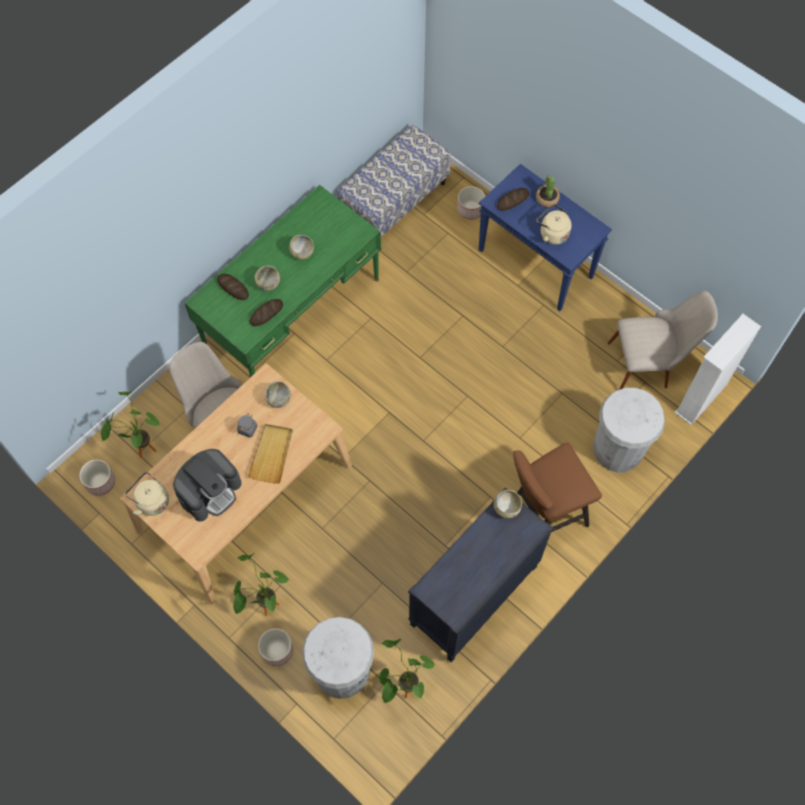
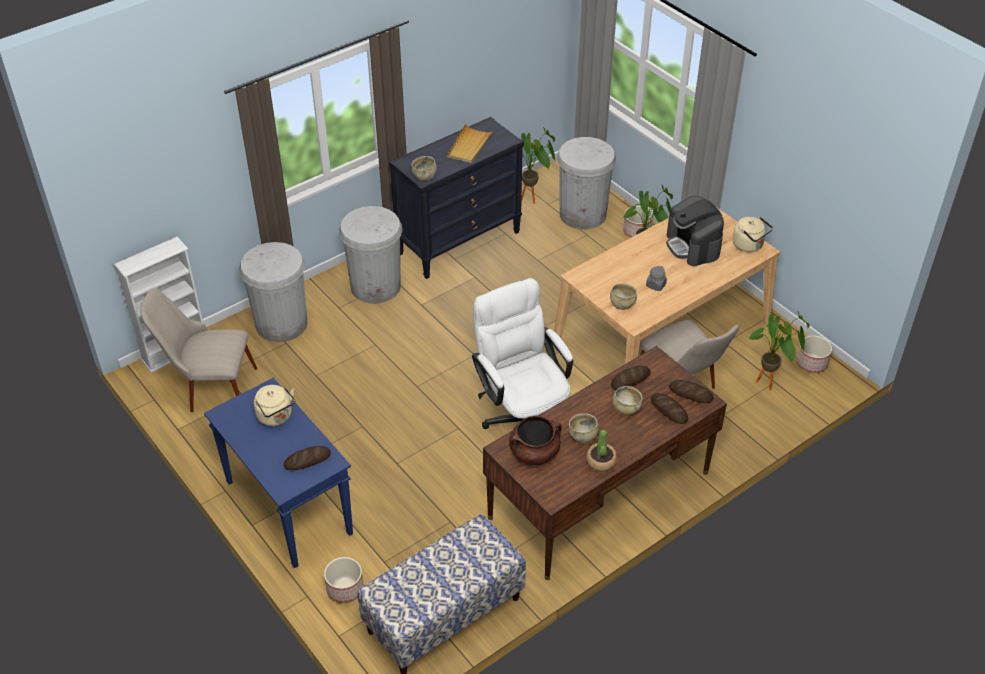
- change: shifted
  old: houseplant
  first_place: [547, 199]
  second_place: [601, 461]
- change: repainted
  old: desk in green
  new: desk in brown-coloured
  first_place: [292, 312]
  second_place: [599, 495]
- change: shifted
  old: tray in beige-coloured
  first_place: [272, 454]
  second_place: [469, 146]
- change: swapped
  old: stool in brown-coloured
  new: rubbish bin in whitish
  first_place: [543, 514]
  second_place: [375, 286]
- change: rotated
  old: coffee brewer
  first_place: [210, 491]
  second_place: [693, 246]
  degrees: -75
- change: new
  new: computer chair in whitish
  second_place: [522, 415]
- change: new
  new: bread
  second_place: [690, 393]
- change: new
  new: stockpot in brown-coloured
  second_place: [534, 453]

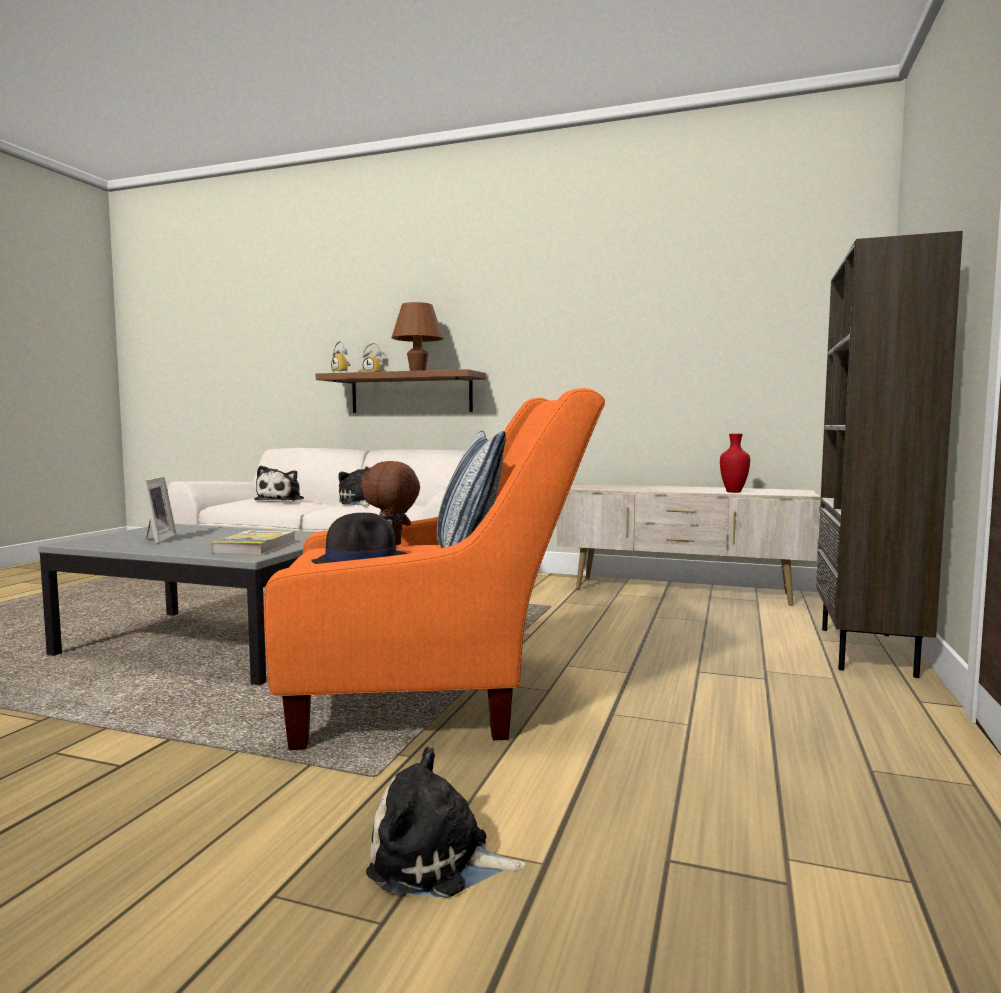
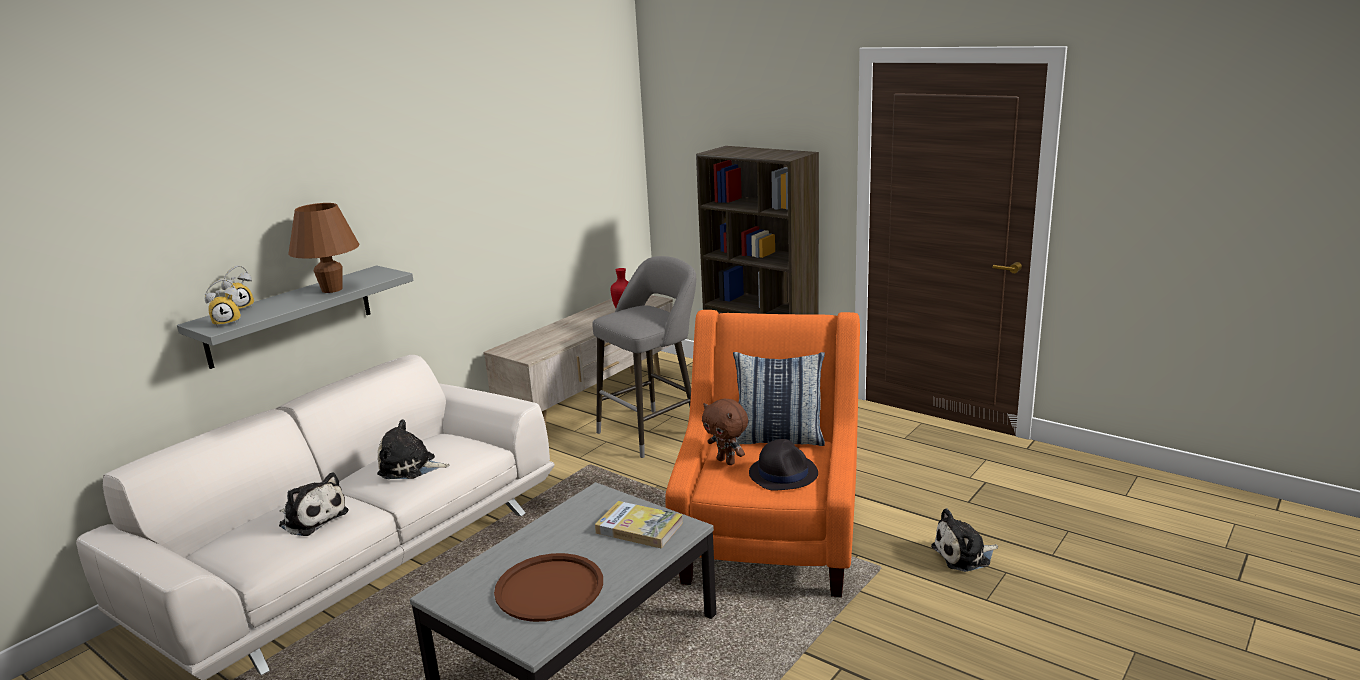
- change: repainted
  old: bracket shelf in brown-coloured
  new: bracket shelf in grey
  first_place: [411, 393]
  second_place: [290, 316]
- change: swapped
  old: photo frame
  new: tray in brown-coloured
  first_place: [156, 539]
  second_place: [549, 588]
- change: rotated
  old: soft toy
  first_place: [437, 861]
  second_place: [964, 555]
  degrees: 45
- change: new
  new: stool in grey
  second_place: [653, 431]

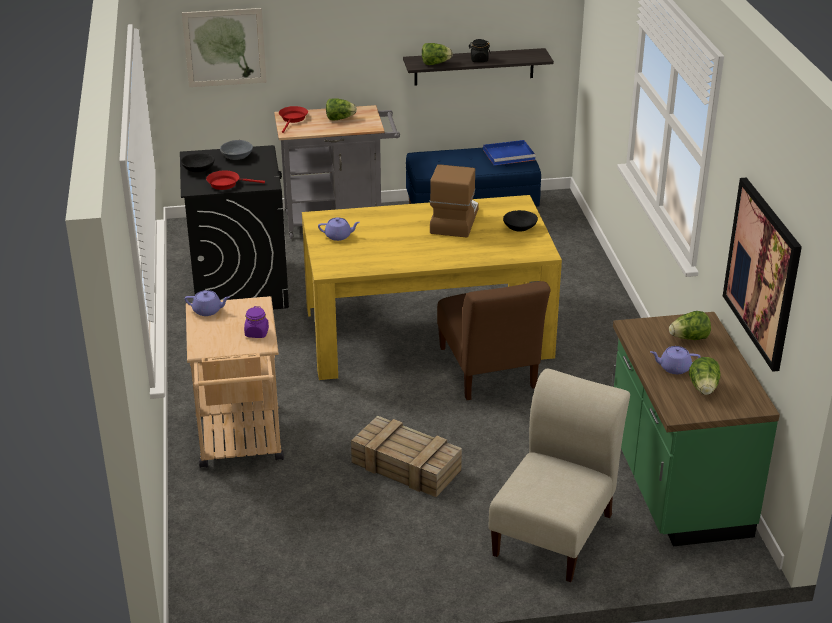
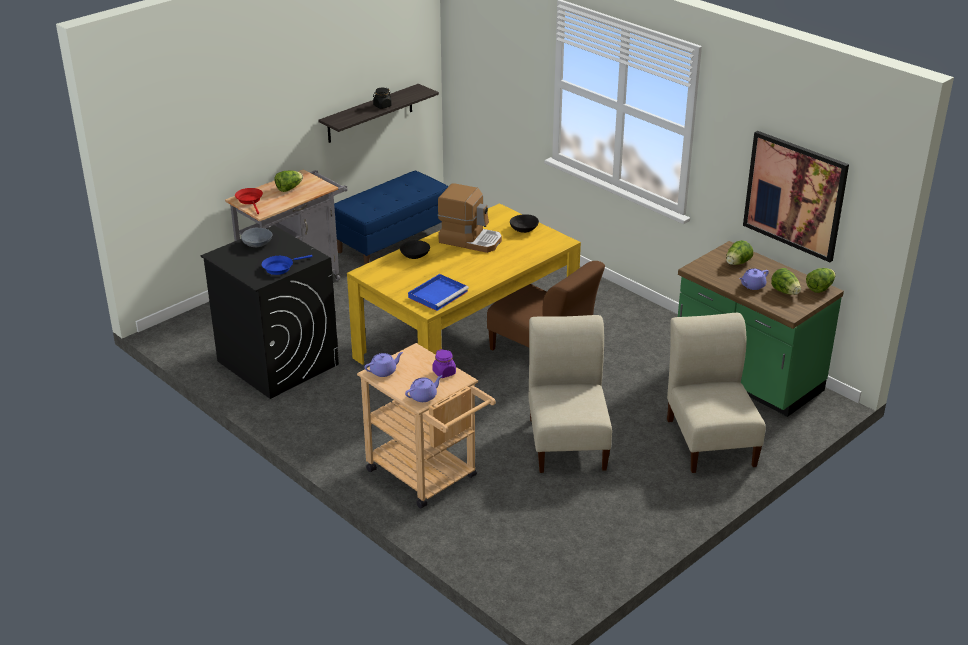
- change: gone
  old: picture
  first_place: [224, 47]
- change: shifted
  old: lettuce head
  first_place: [435, 63]
  second_place: [820, 288]
- change: shifted
  old: tray in blue
  first_place: [510, 154]
  second_place: [438, 294]
- change: shifted
  old: deep dish in black-coloured
  first_place: [198, 169]
  second_place: [415, 256]
- change: rotated
  old: coffee brewer
  first_place: [453, 220]
  second_place: [470, 240]
  degrees: 135
- change: repainted
  old: frying pan in red
  new: frying pan in blue
  first_place: [226, 184]
  second_place: [280, 268]
- change: shifted
  old: teapot in purple
  first_place: [339, 236]
  second_place: [424, 396]
- change: swapped
  old: crate
  new: plain chair in beige-coloured
  first_place: [408, 466]
  second_place: [568, 441]

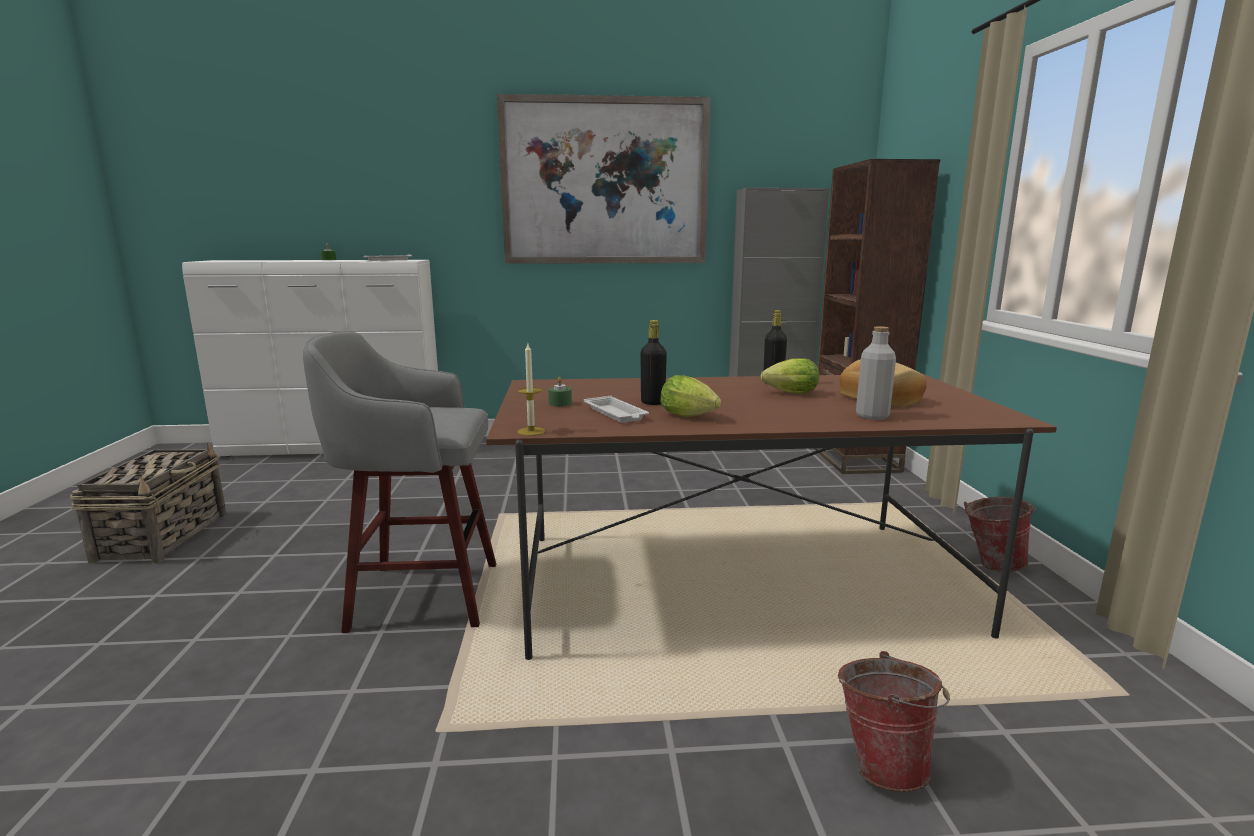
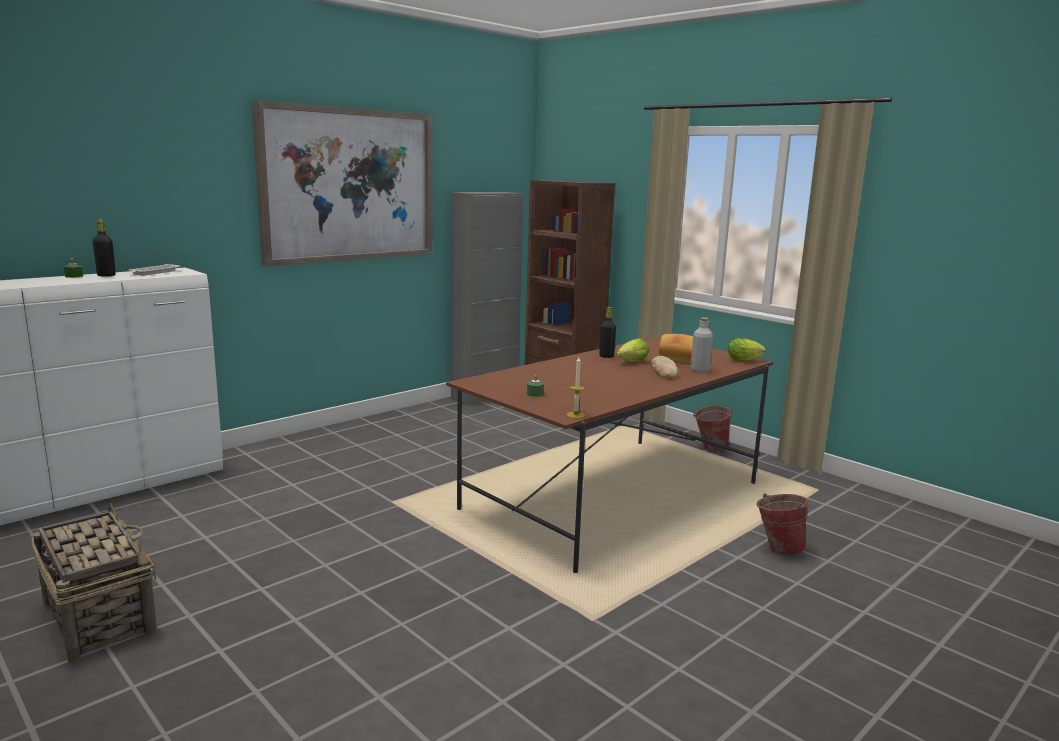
- change: shifted
  old: bottle in black-coloured
  first_place: [653, 402]
  second_place: [106, 275]
- change: gone
  old: stool in grey
  first_place: [420, 595]
- change: shifted
  old: lettuce head
  first_place: [691, 417]
  second_place: [745, 360]
- change: gone
  old: tray in whitish
  first_place: [616, 414]
- change: new
  new: bread
  second_place: [664, 371]

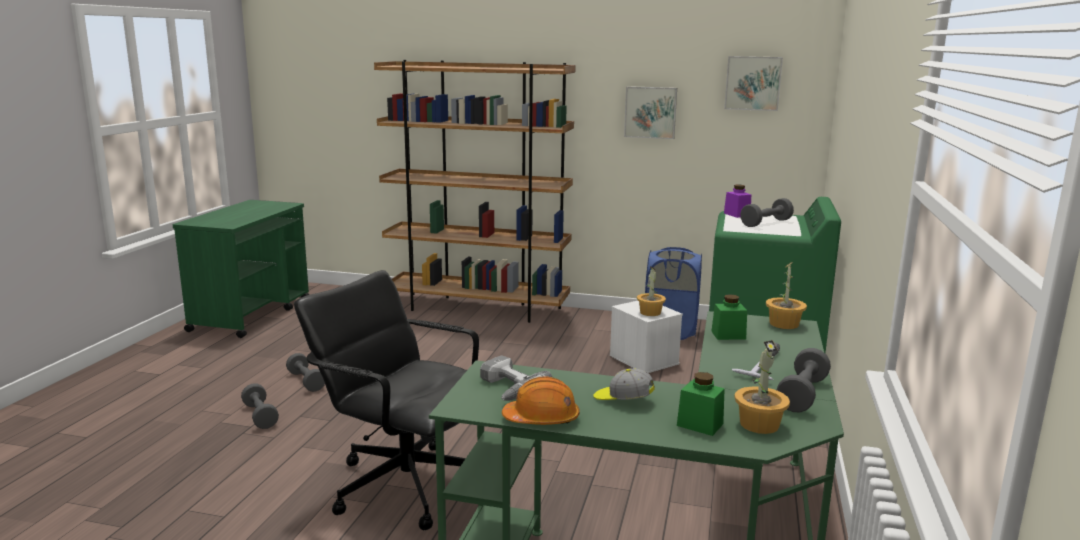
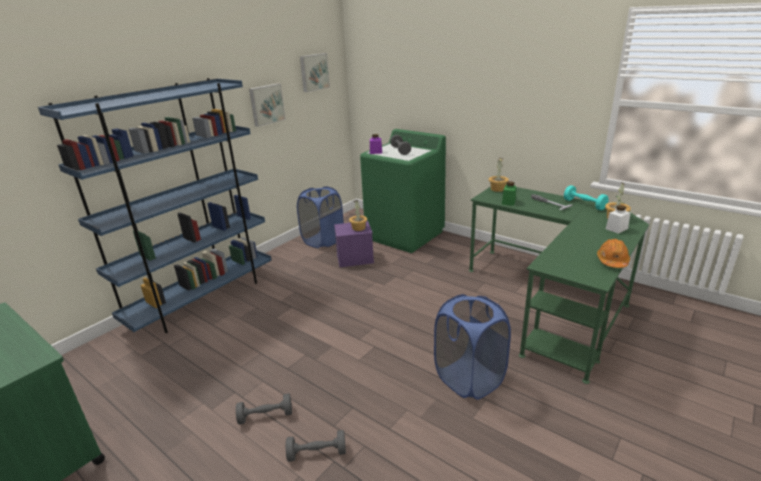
- change: repainted
  old: shelving unit in brown-coloured
  new: shelving unit in blue
  first_place: [478, 308]
  second_place: [203, 299]
- change: swapped
  old: computer chair in black-coloured
  new: hamper in blue
  first_place: [407, 485]
  second_place: [469, 379]
- change: repainted
  old: storage container in whitish
  new: storage container in purple
  first_place: [642, 359]
  second_place: [354, 258]
- change: repainted
  old: free weight in grey
  new: free weight in blue-green
  first_place: [802, 395]
  second_place: [584, 204]
- change: gone
  old: electric drill
  first_place: [507, 388]
- change: gone
  old: cap
  first_place: [623, 399]
- change: repainted
  old: preserve jar in green
  new: preserve jar in whitish
  first_place: [700, 424]
  second_place: [616, 229]

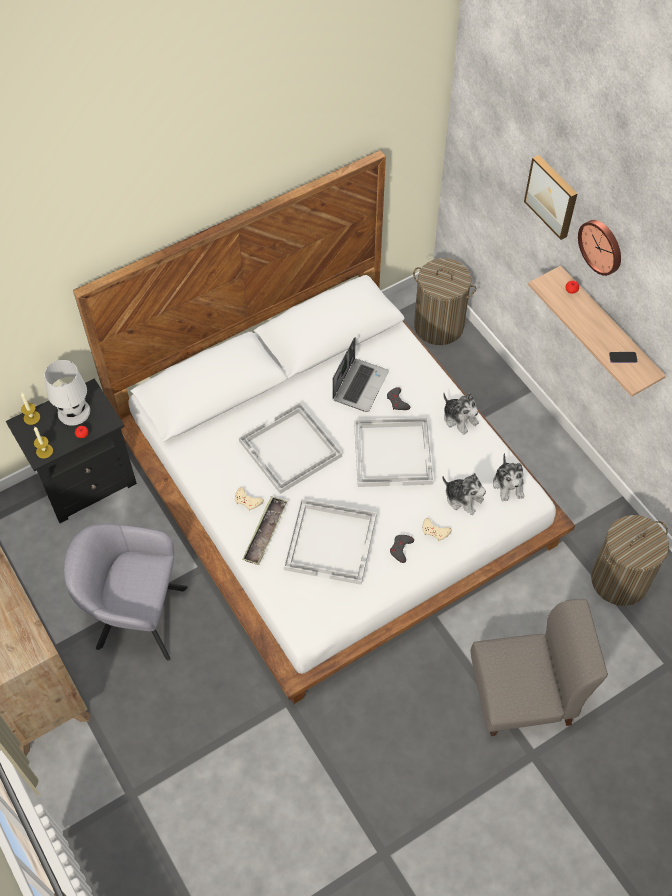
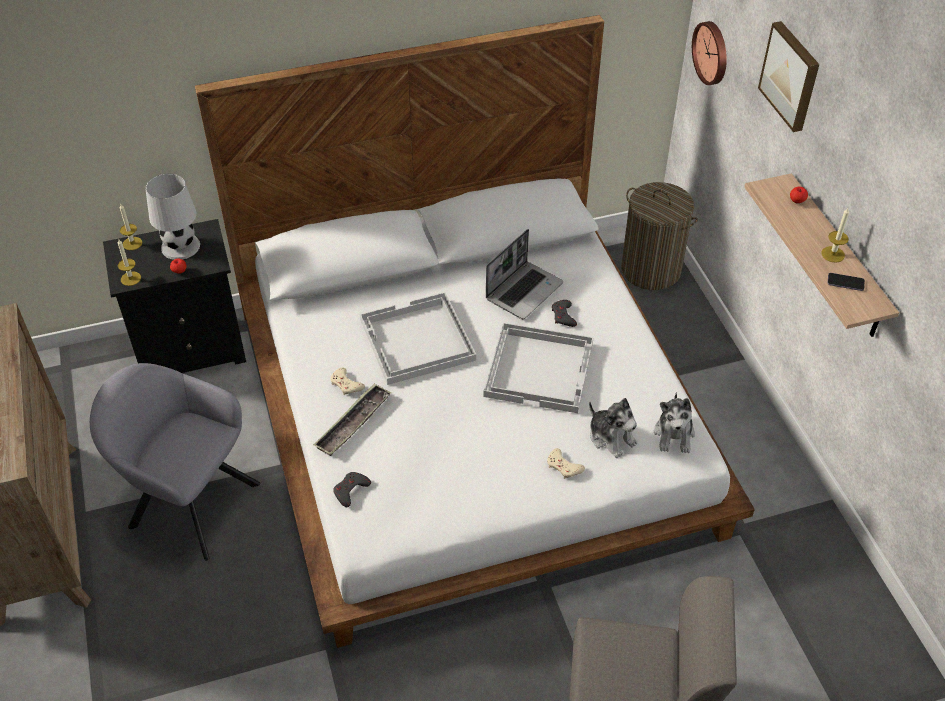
- change: shifted
  old: wall clock
  first_place: [602, 246]
  second_place: [712, 52]
- change: gone
  old: soft toy
  first_place: [459, 418]
- change: gone
  old: tray in whitish
  first_place: [331, 542]
- change: gone
  old: hamper
  first_place: [619, 580]
- change: shifted
  old: game controller in grey
  first_place: [401, 549]
  second_place: [350, 490]
- change: new
  new: wax candle
  second_place: [833, 254]

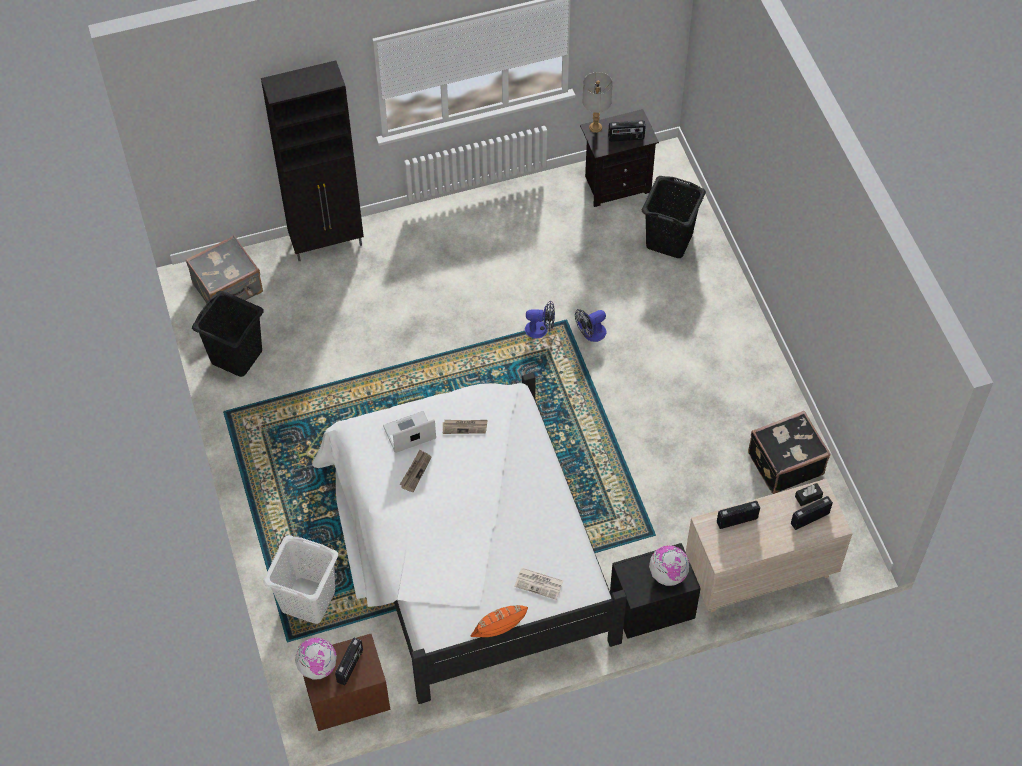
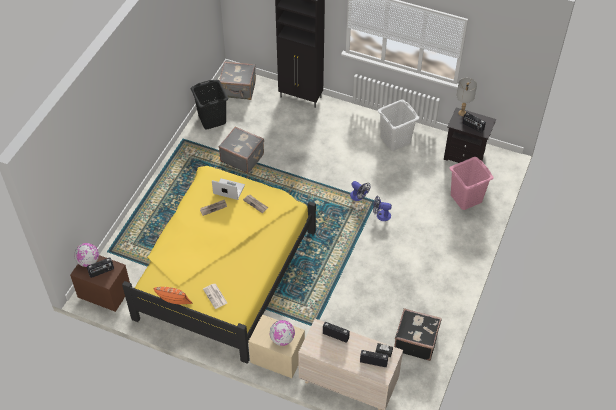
- change: repainted
  old: hamper in black-coloured
  new: hamper in pinkish
  first_place: [669, 240]
  second_place: [466, 198]
- change: repainted
  old: sleeping bed in whitish
  new: sleeping bed in yellow
  first_place: [466, 548]
  second_place: [223, 268]
- change: shifted
  old: hamper in whitish
  first_place: [308, 600]
  second_place: [395, 140]
- change: repainted
  old: nightstand in black-coloured
  new: nightstand in beige-coloured
  first_place: [650, 608]
  second_place: [277, 358]
- change: new
  new: suitcase in grey
  second_place: [242, 157]

